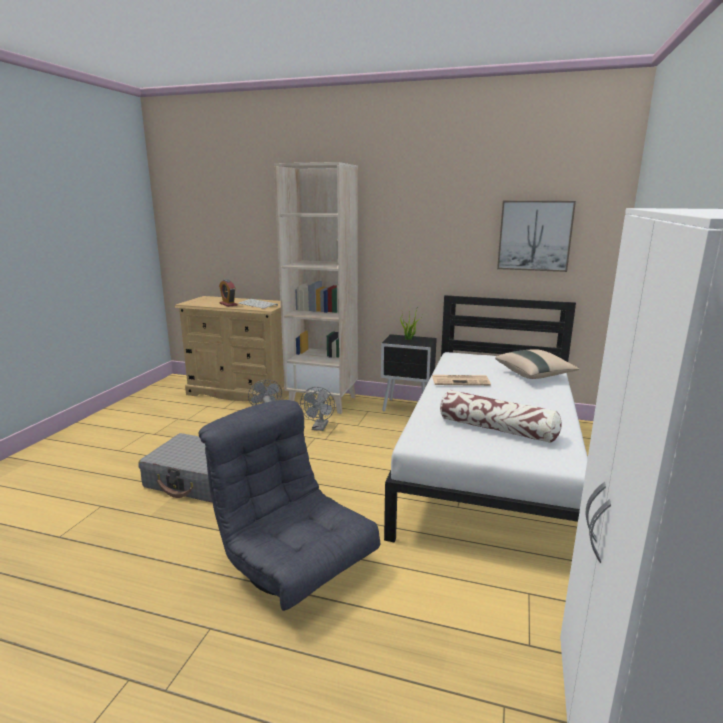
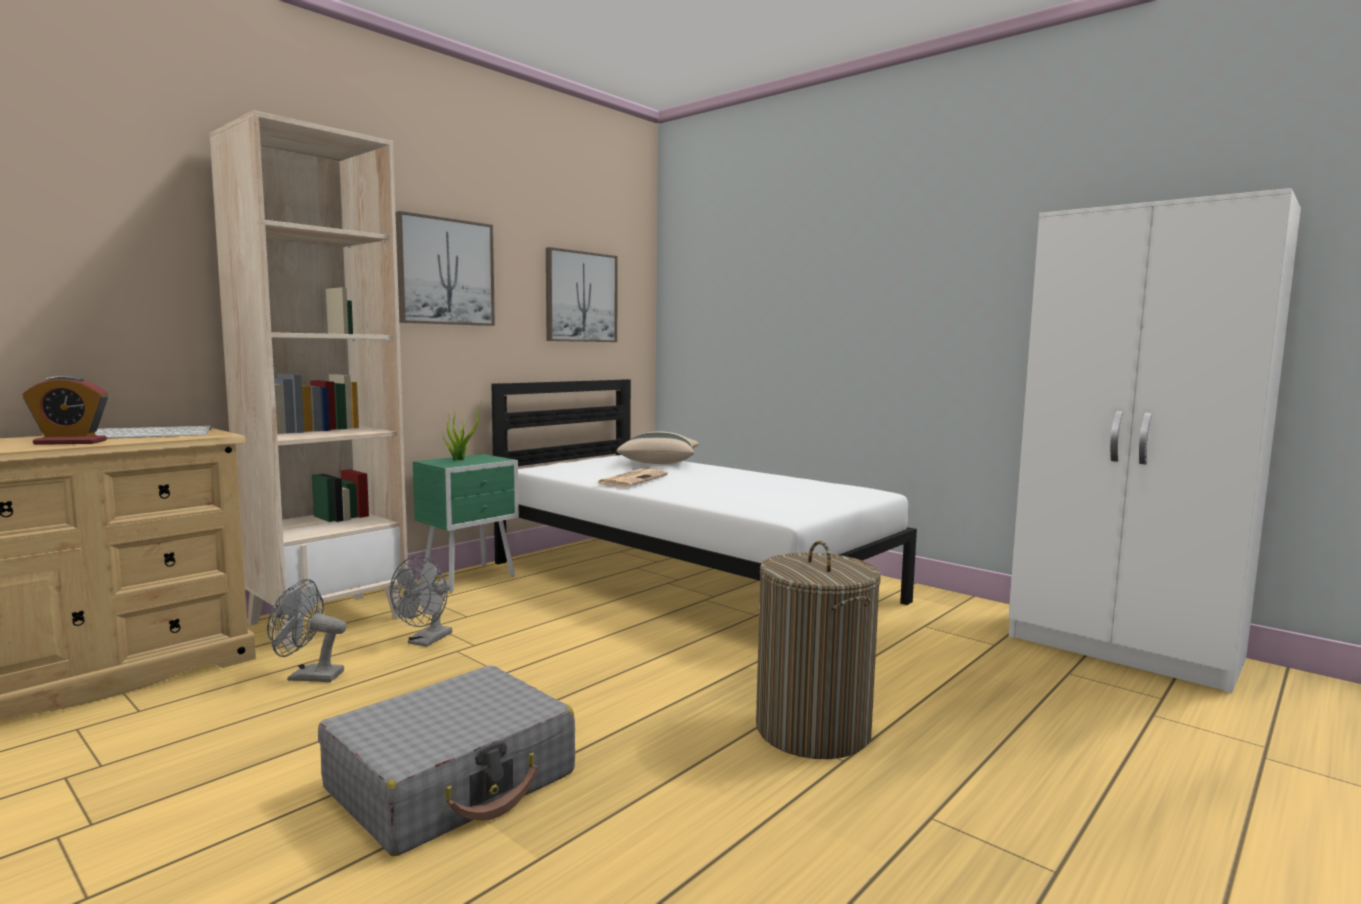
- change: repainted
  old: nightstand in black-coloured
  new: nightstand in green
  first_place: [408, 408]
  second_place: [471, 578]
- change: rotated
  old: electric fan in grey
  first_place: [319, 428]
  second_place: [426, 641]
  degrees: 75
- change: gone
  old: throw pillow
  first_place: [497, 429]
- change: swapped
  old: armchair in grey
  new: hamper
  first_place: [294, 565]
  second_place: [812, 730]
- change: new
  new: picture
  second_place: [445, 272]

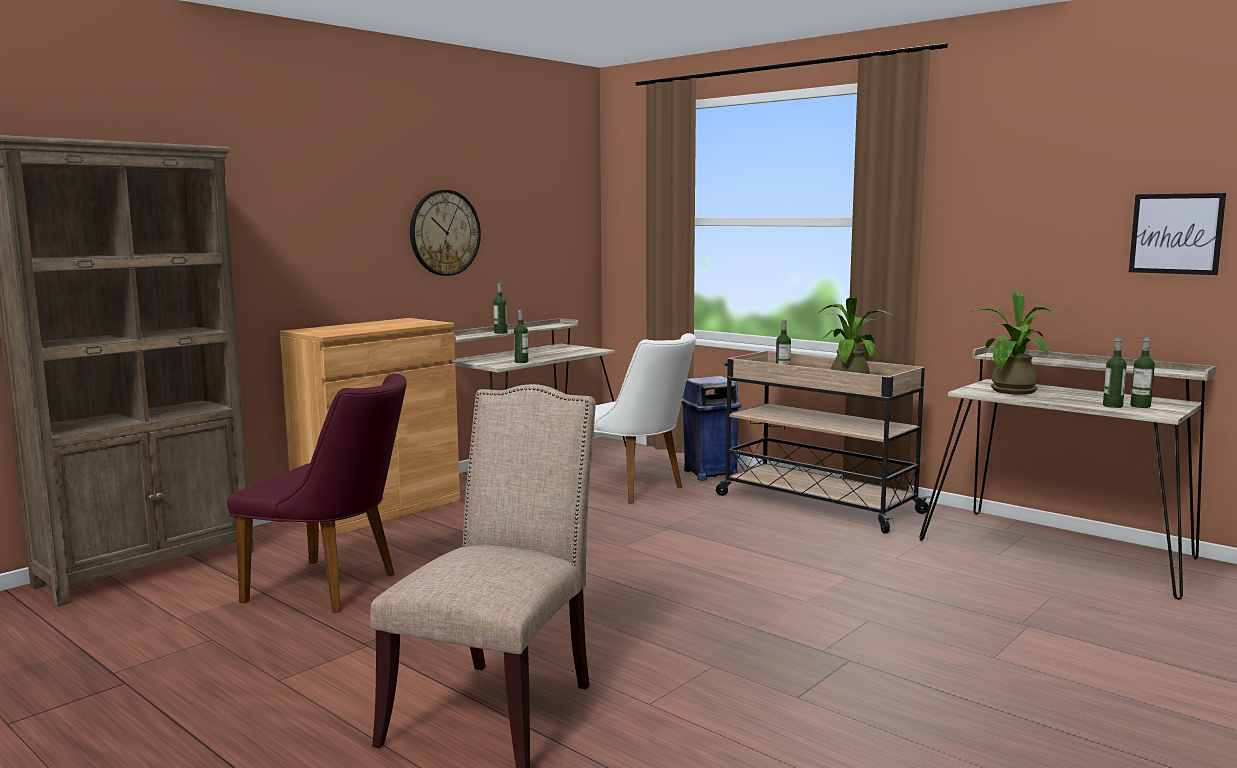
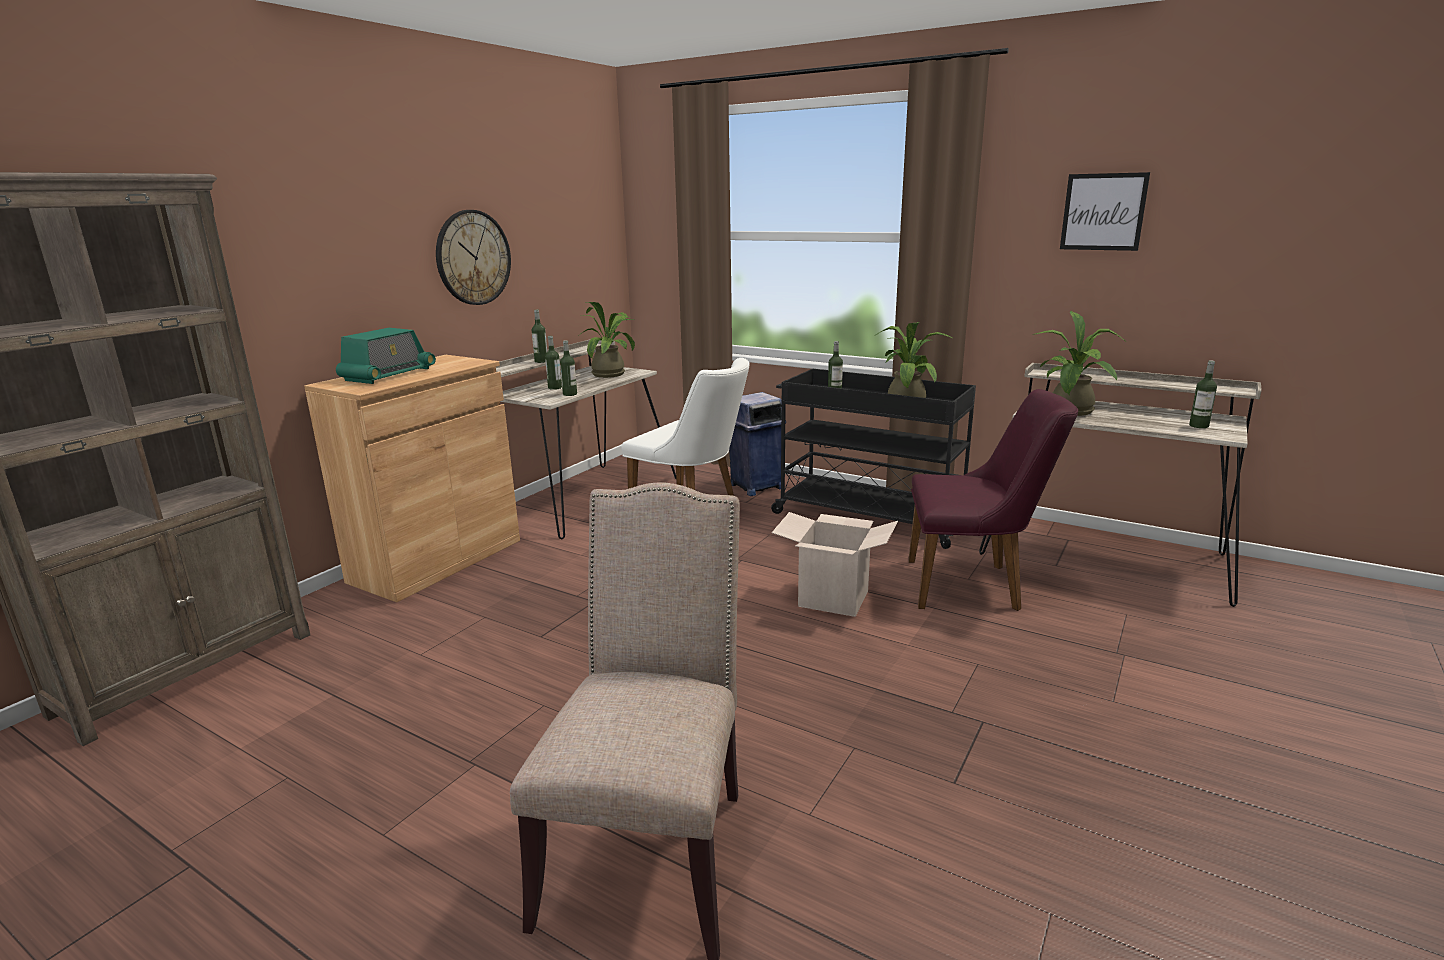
- change: shifted
  old: picture
  first_place: [1176, 233]
  second_place: [1103, 212]
- change: shifted
  old: bottle
  first_place: [1112, 406]
  second_place: [555, 388]
- change: repainted
  old: cart in beige-coloured
  new: cart in black-coloured
  first_place: [815, 503]
  second_place: [867, 516]
- change: shifted
  old: plain chair in purple
  first_place: [334, 588]
  second_place: [974, 585]
- change: new
  new: houseplant
  second_place: [612, 373]
- change: new
  new: radio
  second_place: [388, 374]
- change: new
  new: carton
  second_place: [833, 598]

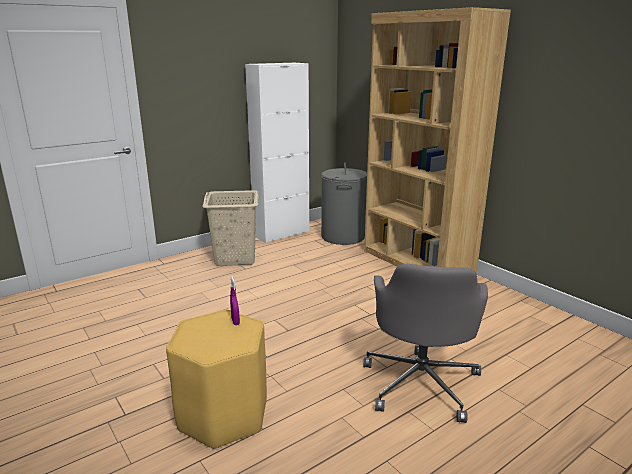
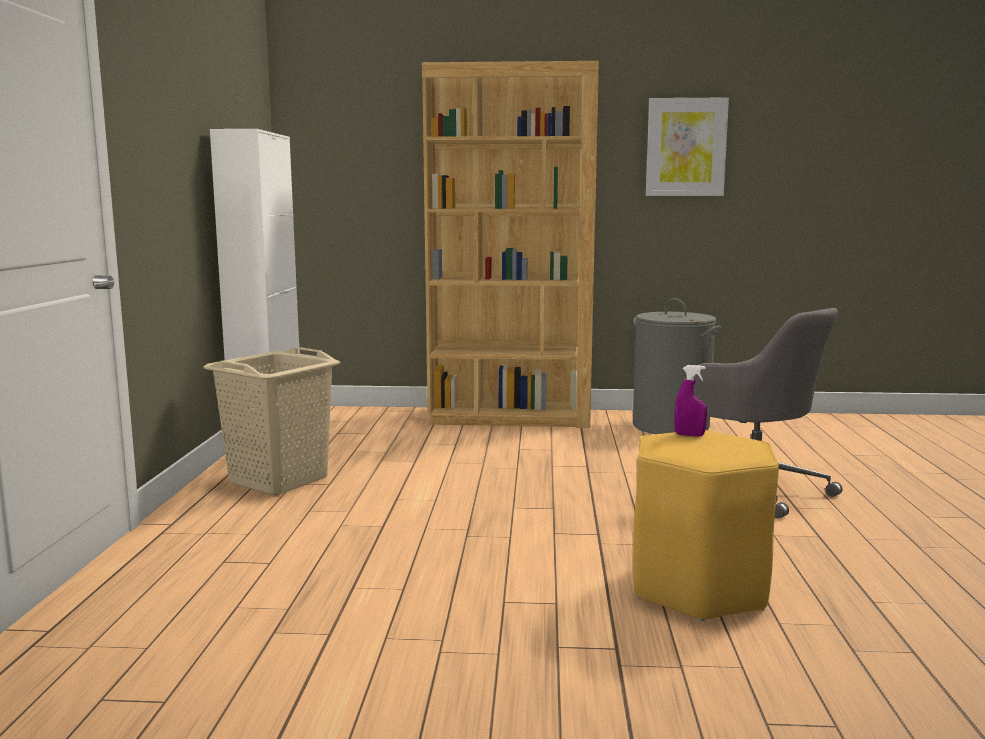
- change: shifted
  old: hamper in grey
  first_place: [343, 236]
  second_place: [671, 426]
- change: new
  new: picture
  second_place: [686, 147]

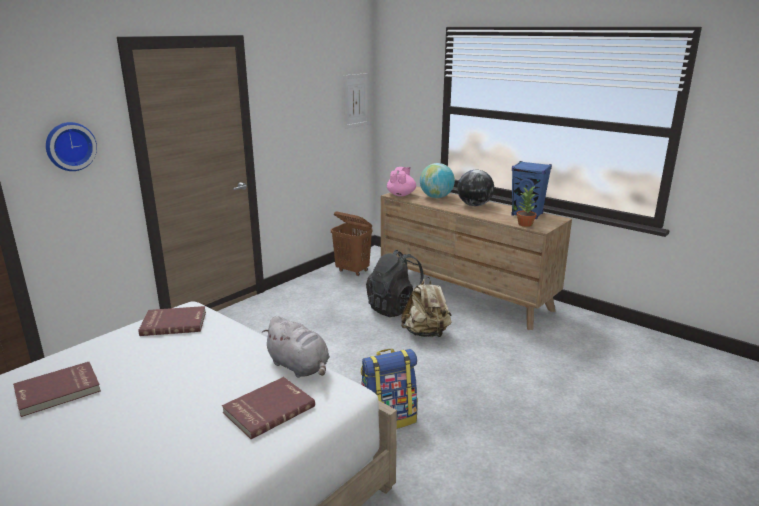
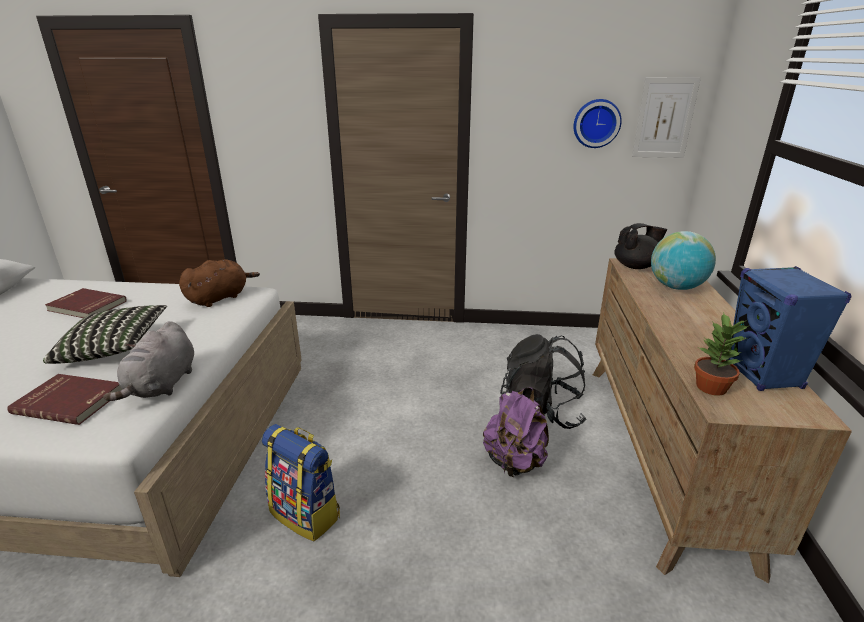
- change: shifted
  old: wall clock
  first_place: [70, 146]
  second_place: [596, 123]
- change: repainted
  old: teapot in pinkish
  new: teapot in black-coloured
  first_place: [401, 194]
  second_place: [636, 266]
- change: gone
  old: desk globe
  first_place: [474, 205]
- change: gone
  old: hamper in brown-coloured
  first_place: [352, 271]
- change: repainted
  old: backpack in beige-coloured
  new: backpack in purple
  first_place: [426, 333]
  second_place: [514, 462]
- change: swapped
  old: volume in red
  new: soft toy in brown-coloured
  first_place: [174, 323]
  second_place: [220, 298]
- change: new
  new: throw pillow
  second_place: [114, 348]

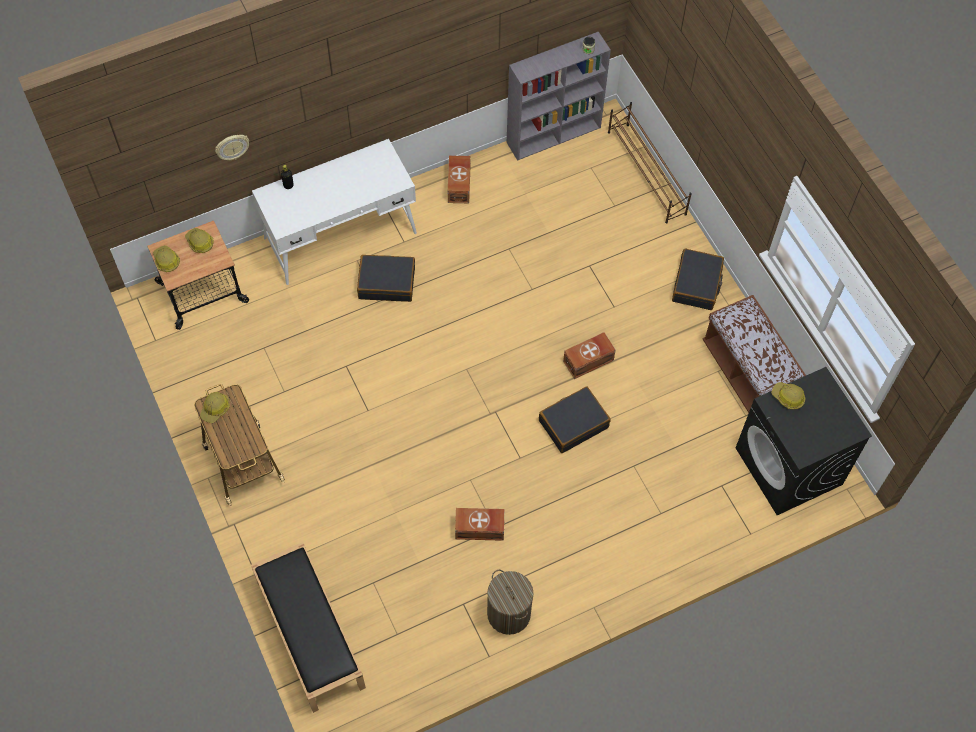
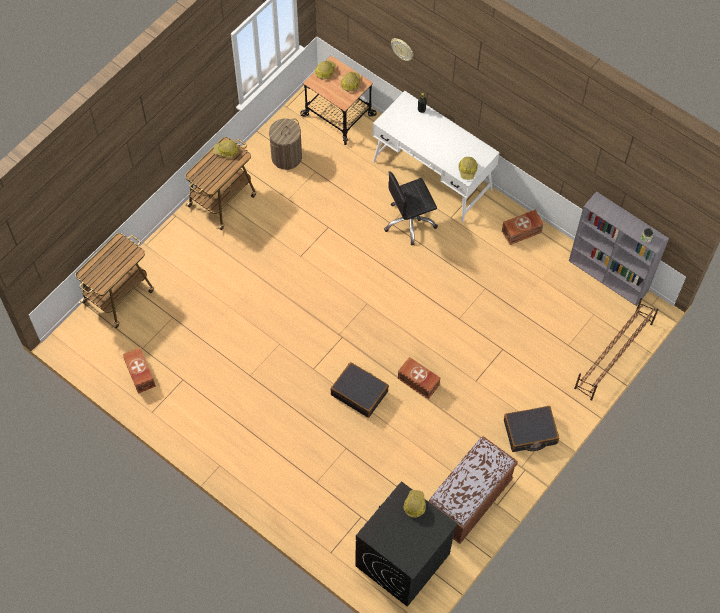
- change: swapped
  old: suitcase in black-coloured
  new: computer chair in black-coloured
  first_place: [387, 283]
  second_place: [409, 222]
- change: shifted
  old: storage container in brown-coloured
  first_place: [480, 529]
  second_place: [140, 374]
- change: swapped
  old: long seat in black-coloured
  new: cart
  first_place: [309, 633]
  second_place: [119, 295]
- change: shifted
  old: hamper
  first_place: [508, 613]
  second_place: [286, 157]
- change: new
  new: safety helmet
  second_place: [467, 170]

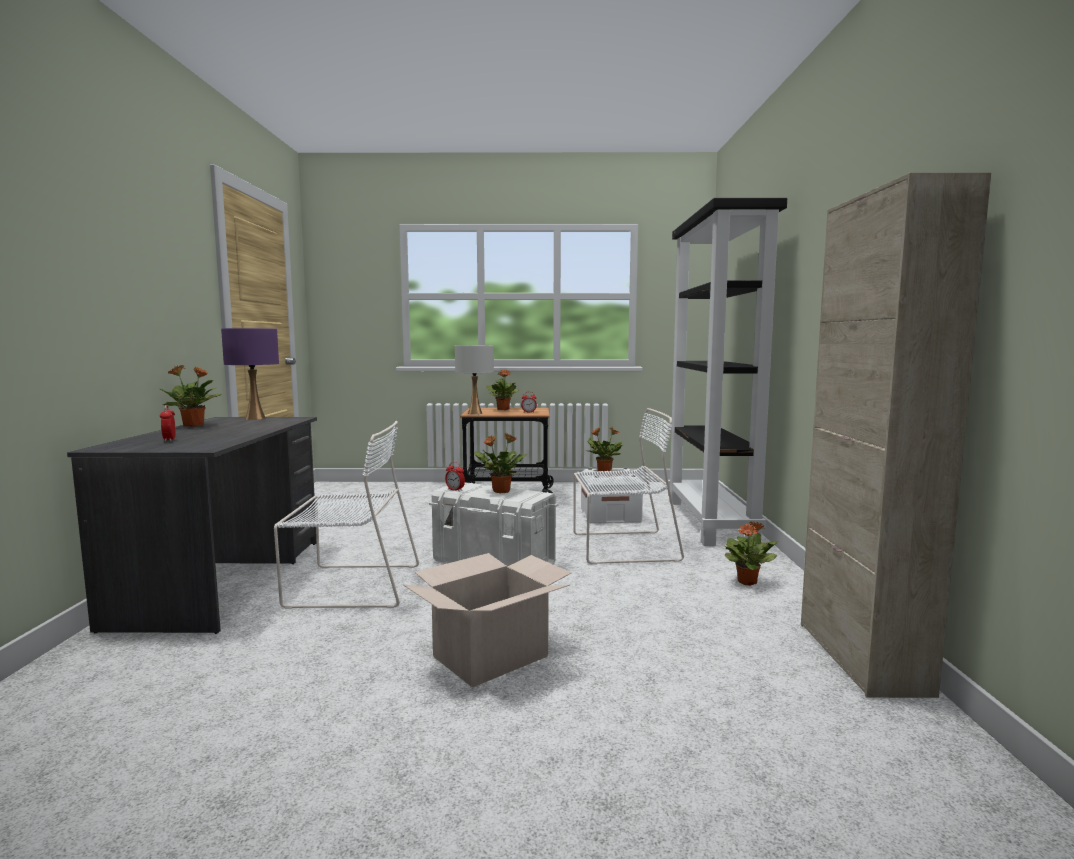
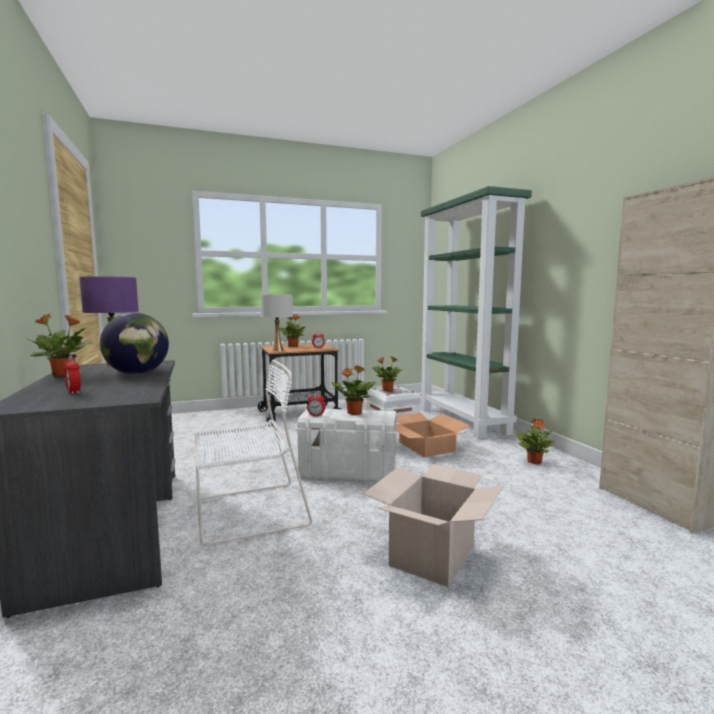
- change: repainted
  old: shelving unit in black-coloured
  new: shelving unit in green
  first_place: [711, 521]
  second_place: [463, 420]
- change: swapped
  old: plain chair in whitish
  new: carton
  first_place: [620, 547]
  second_place: [426, 447]
- change: new
  new: desk globe
  second_place: [137, 373]

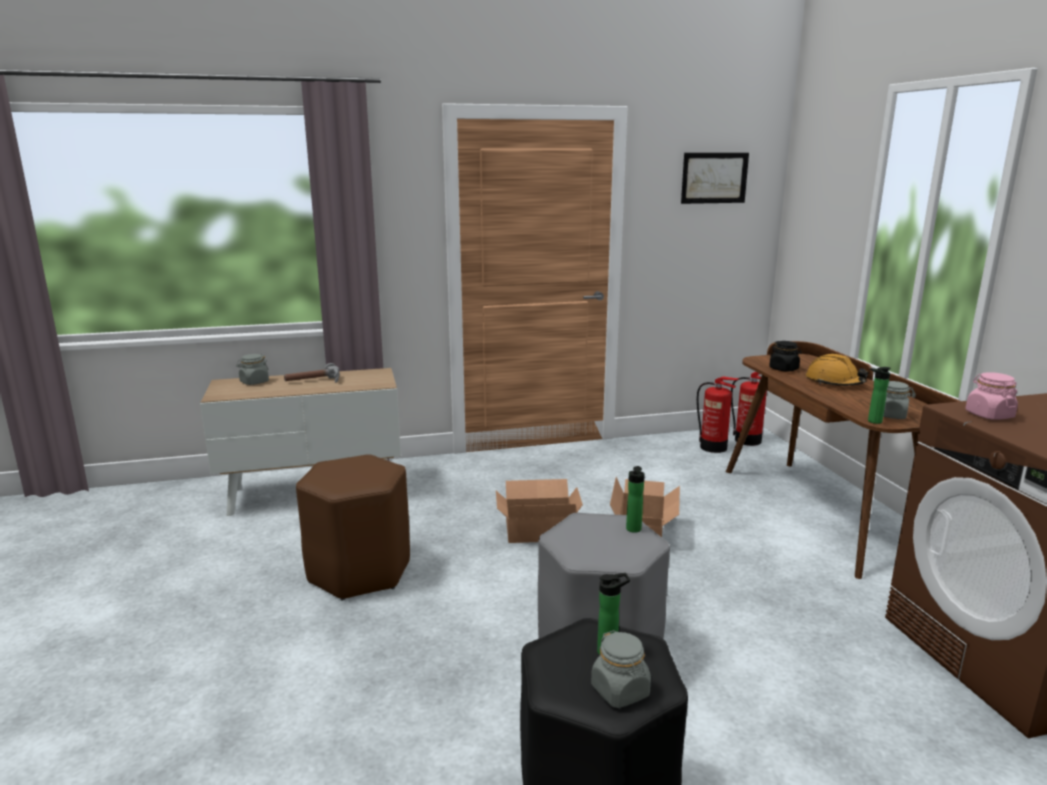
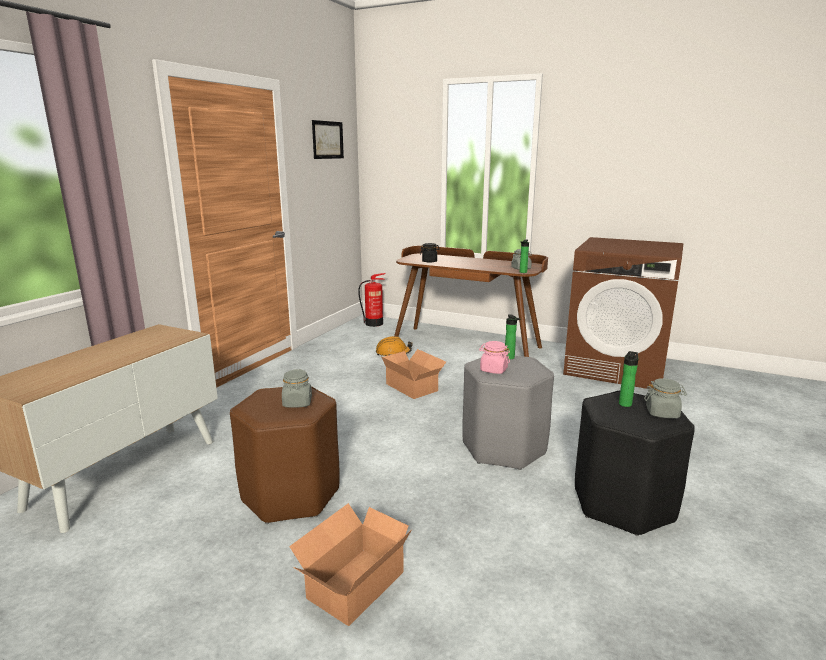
- change: shifted
  old: preserve jar in grey
  first_place: [254, 382]
  second_place: [297, 403]
- change: shifted
  old: safety helmet in orangey
  first_place: [834, 382]
  second_place: [393, 353]
- change: gone
  old: hand hammer
  first_place: [314, 382]
- change: shifted
  old: preserve jar in pinkish
  first_place: [988, 415]
  second_place: [493, 370]
- change: gone
  old: extinguisher
  first_place: [714, 447]
- change: shifted
  old: carton
  first_place: [537, 529]
  second_place: [351, 584]

